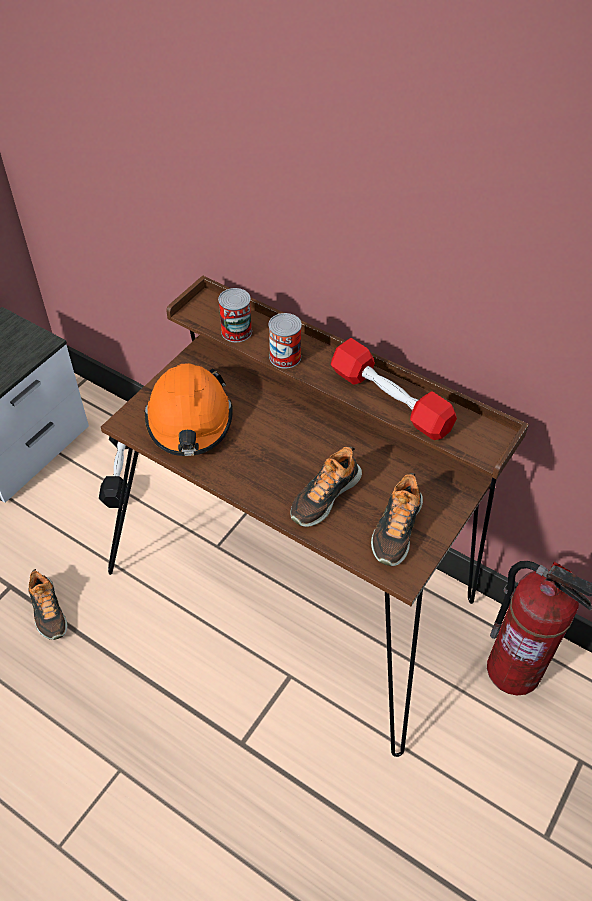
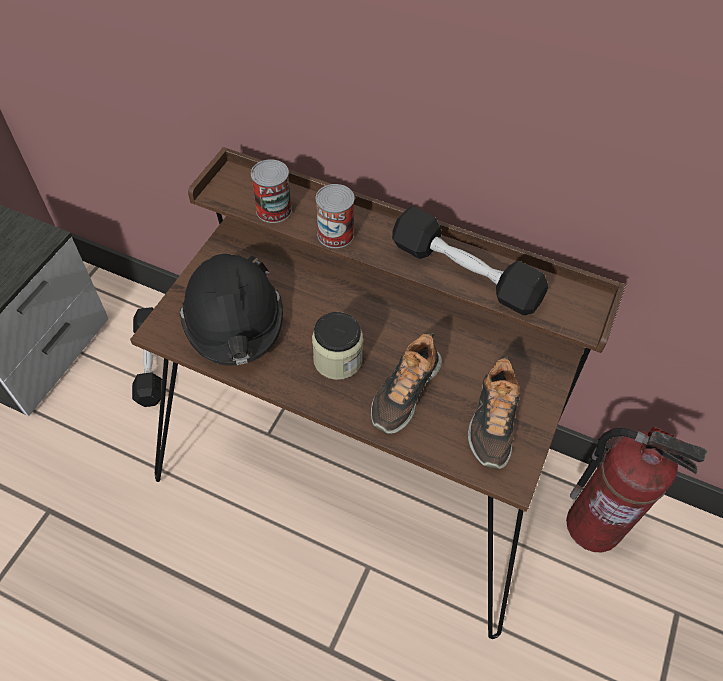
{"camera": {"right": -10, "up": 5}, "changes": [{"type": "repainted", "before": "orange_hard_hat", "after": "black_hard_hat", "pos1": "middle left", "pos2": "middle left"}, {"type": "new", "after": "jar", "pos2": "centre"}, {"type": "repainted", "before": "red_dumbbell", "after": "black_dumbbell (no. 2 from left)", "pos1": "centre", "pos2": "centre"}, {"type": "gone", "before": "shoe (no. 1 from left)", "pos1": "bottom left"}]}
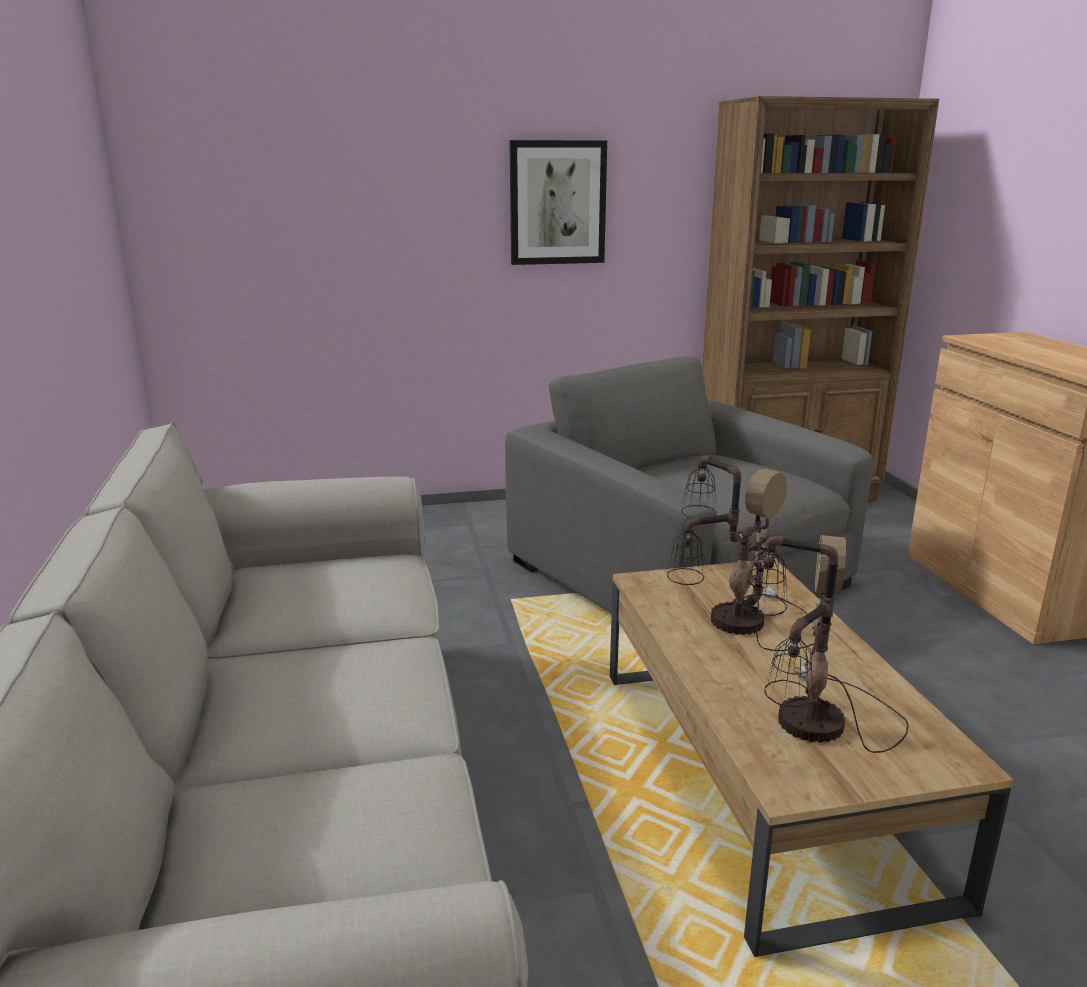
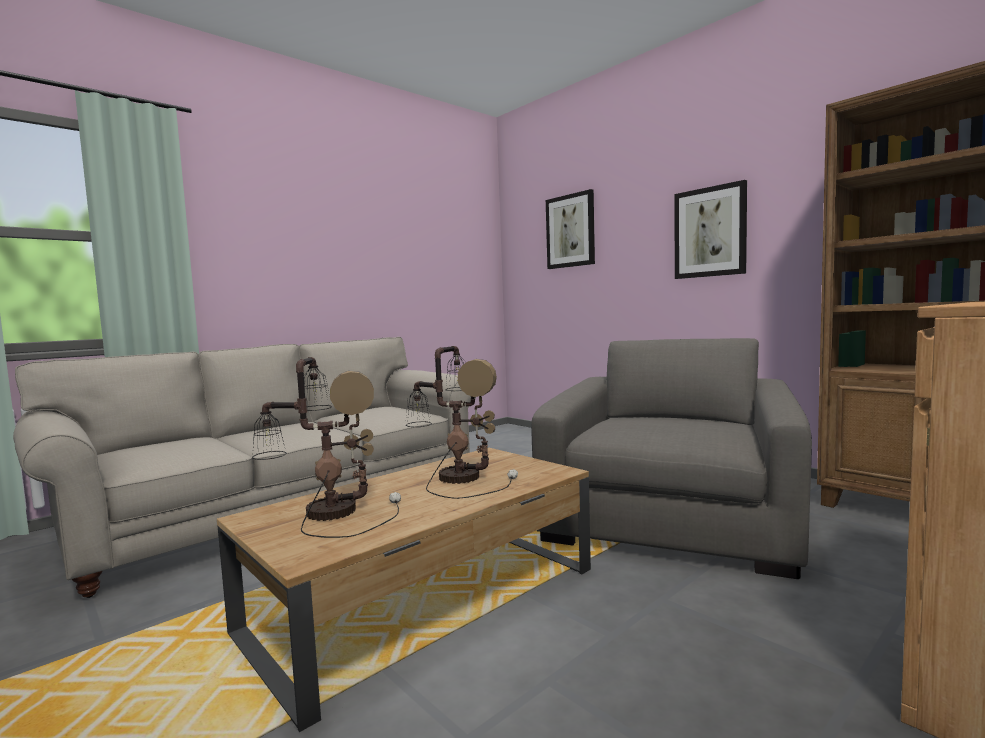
{"camera": {"right": 60, "up": -15}, "changes": [{"type": "new", "after": "picture (no. 1 from left)", "pos2": "top centre"}]}
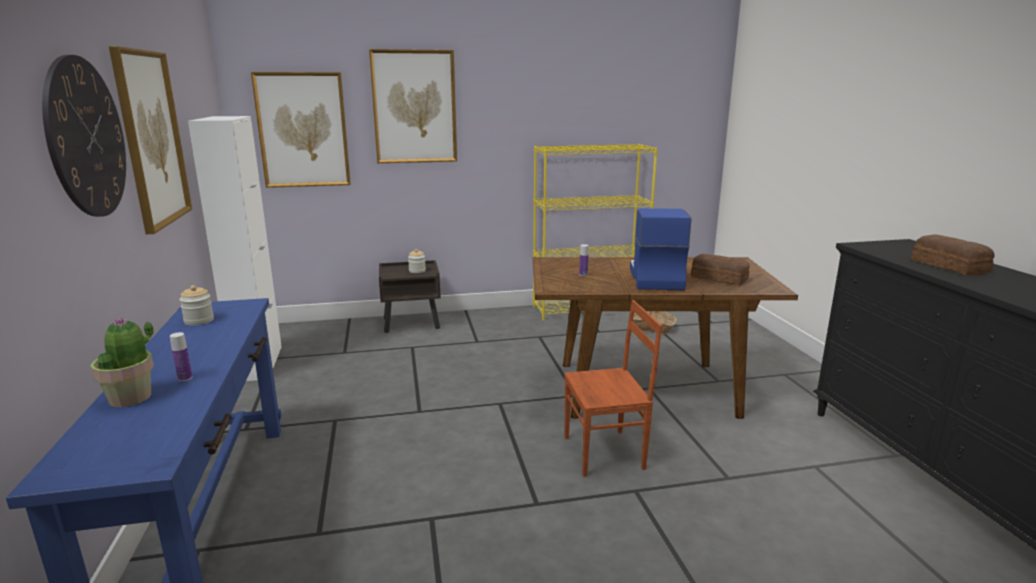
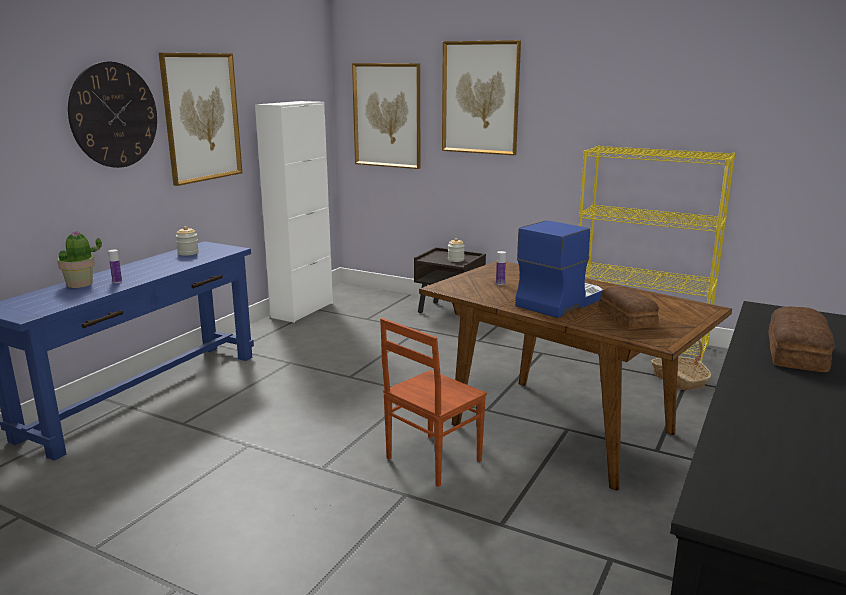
{"camera": {"right": 40, "up": 0}, "changes": [{"type": "rotated", "before": "brown_chair", "pos1": "centre", "pos2": "bottom centre", "turn": 105}]}
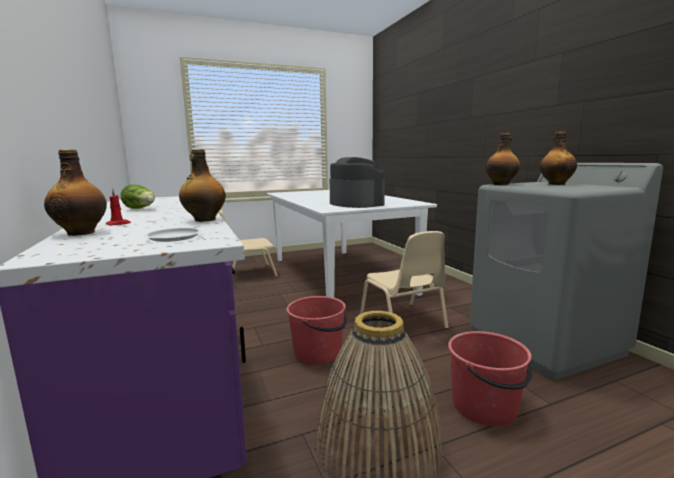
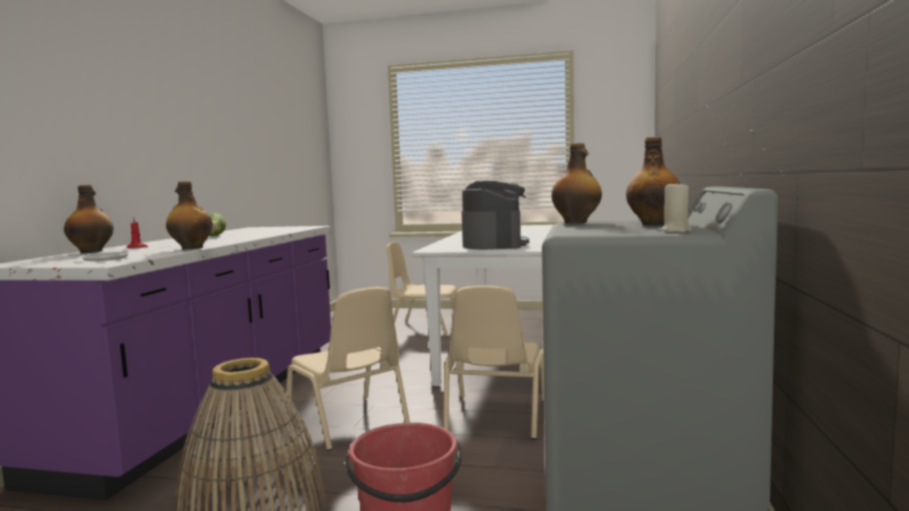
{"camera": {"right": 35, "up": -5}, "changes": [{"type": "swapped", "before": "red_bucket (no. 1 from left)", "after": "beige_chair (no. 1 from left)", "pos1": "bottom centre", "pos2": "bottom centre"}, {"type": "new", "after": "beige_candle", "pos2": "middle right"}]}
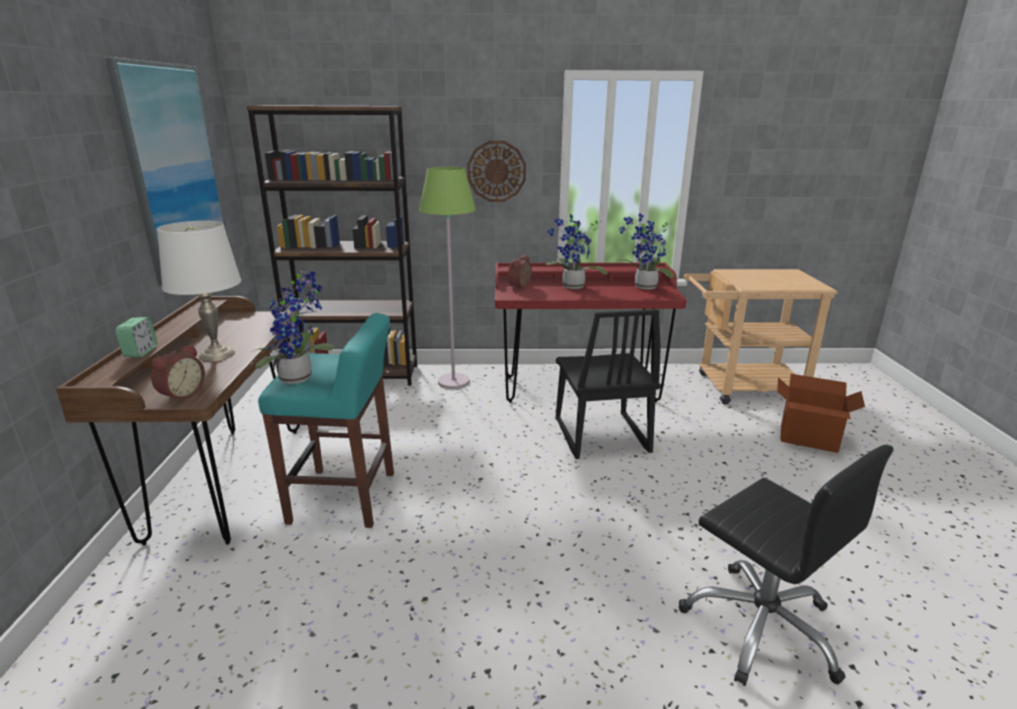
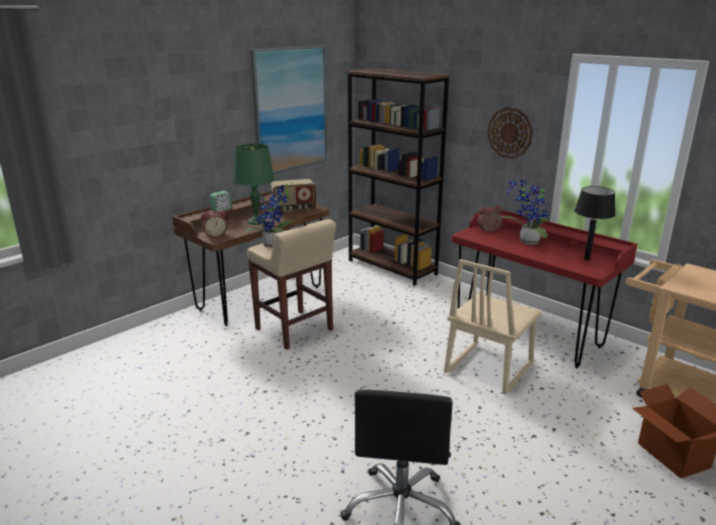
{"camera": {"right": 45, "up": 0}, "changes": [{"type": "repainted", "before": "white_table_lamp", "after": "green_table_lamp", "pos1": "middle left", "pos2": "centre"}, {"type": "repainted", "before": "turquoise_stool", "after": "beige_stool", "pos1": "middle left", "pos2": "centre"}, {"type": "new", "after": "radio", "pos2": "centre"}, {"type": "repainted", "before": "black_chair", "after": "beige_chair", "pos1": "centre", "pos2": "middle right"}, {"type": "swapped", "before": "potted_plant (no. 3 from left)", "after": "black_table_lamp", "pos1": "centre", "pos2": "middle right"}, {"type": "gone", "before": "green_floor_lamp", "pos1": "centre"}]}
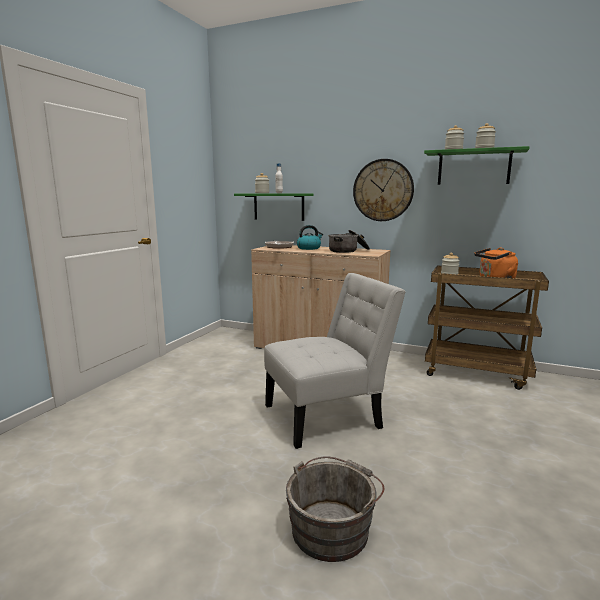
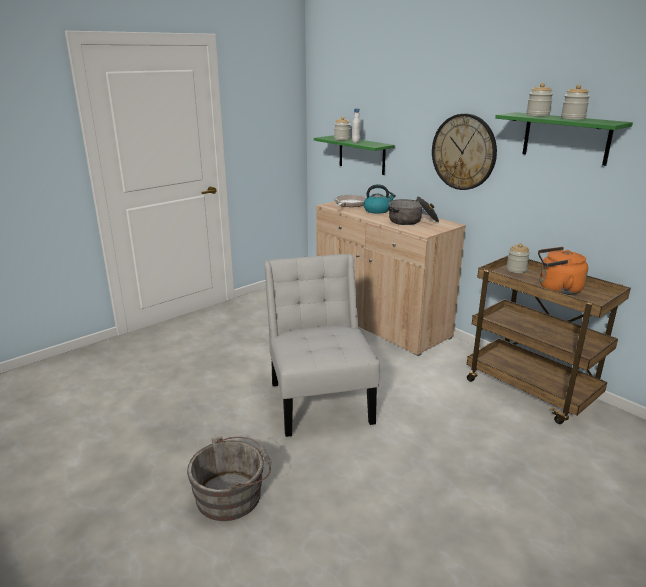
{"camera": {"right": 25, "up": 10}, "changes": [{"type": "rotated", "before": "white_chair", "pos1": "centre", "pos2": "centre", "turn": -105}]}
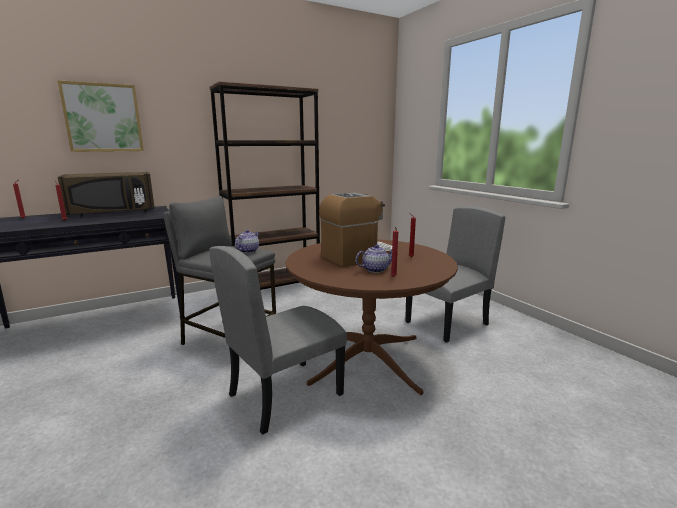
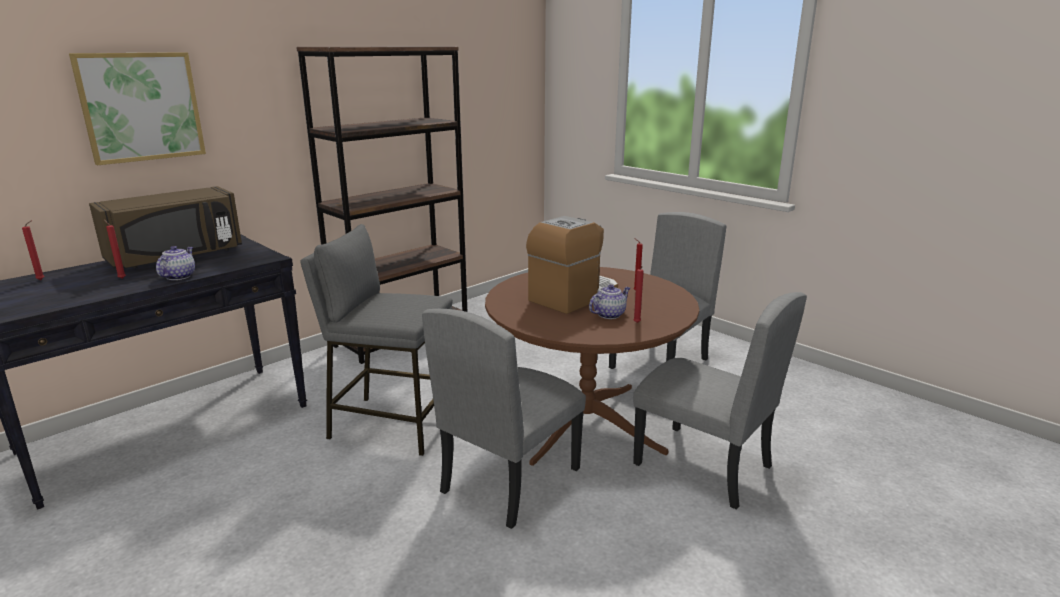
{"camera": {"right": -15, "up": 5}, "changes": [{"type": "shifted", "before": "teapot (no. 1 from left)", "pos1": "centre", "pos2": "middle left"}, {"type": "new", "after": "grey_chair (no. 3 from left)", "pos2": "bottom right"}]}
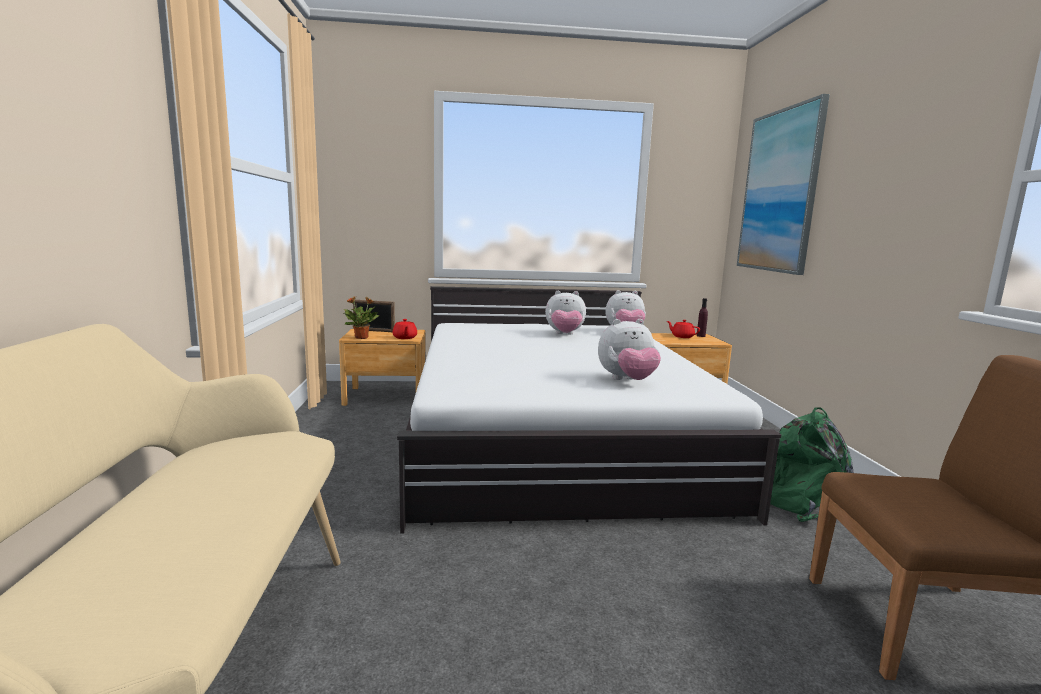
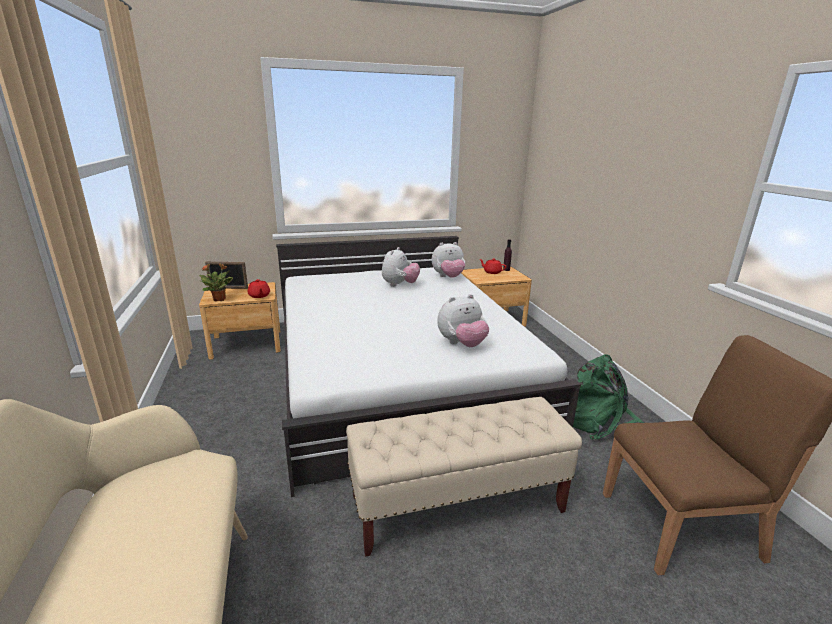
{"camera": {"right": -10, "up": 10}, "changes": [{"type": "new", "after": "beige_bench (no. 2 from left)", "pos2": "bottom centre"}, {"type": "rotated", "before": "plush_toy (no. 1 from left)", "pos1": "centre", "pos2": "centre", "turn": -60}, {"type": "gone", "before": "picture", "pos1": "top right"}]}
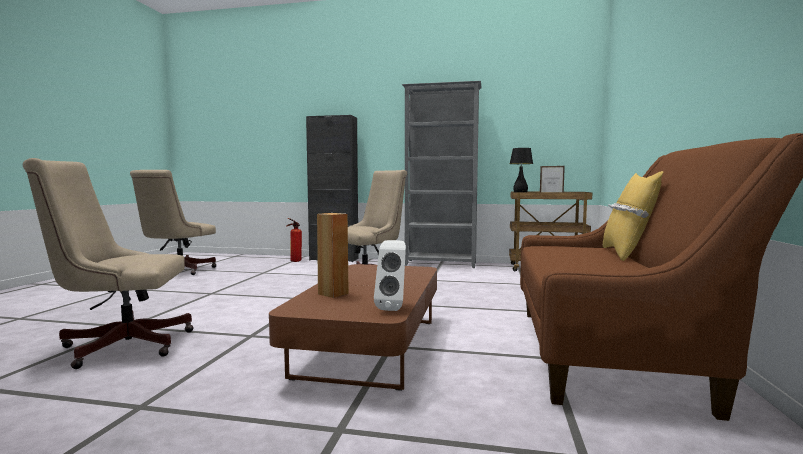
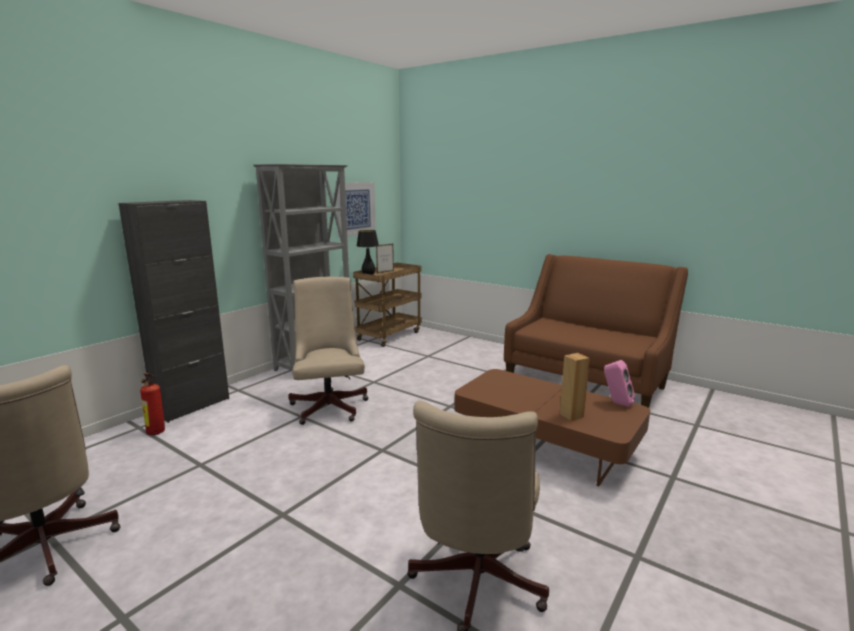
{"camera": {"right": -65, "up": 10}, "changes": [{"type": "new", "after": "picture", "pos2": "top centre"}, {"type": "repainted", "before": "white_speaker", "after": "pink_speaker", "pos1": "centre", "pos2": "middle right"}, {"type": "gone", "before": "yellow_pillow", "pos1": "middle right"}]}
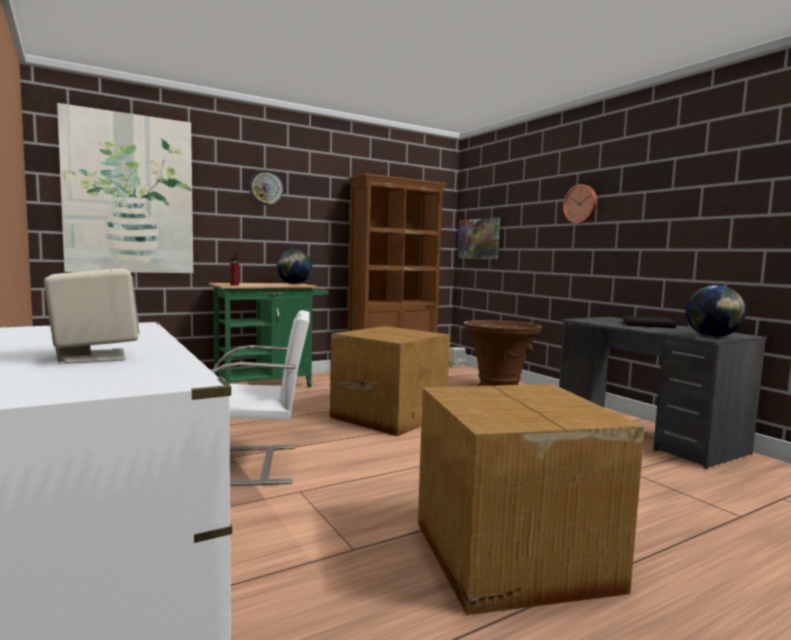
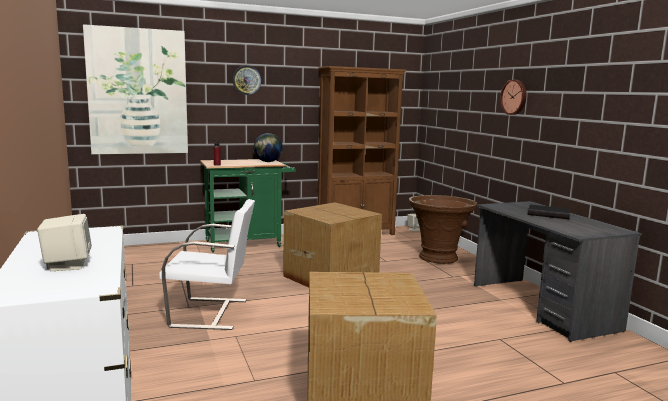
{"camera": {"right": 10, "up": 5}, "changes": [{"type": "gone", "before": "picture (no. 2 from left)", "pos1": "centre"}, {"type": "gone", "before": "globe (no. 2 from left)", "pos1": "middle right"}]}
